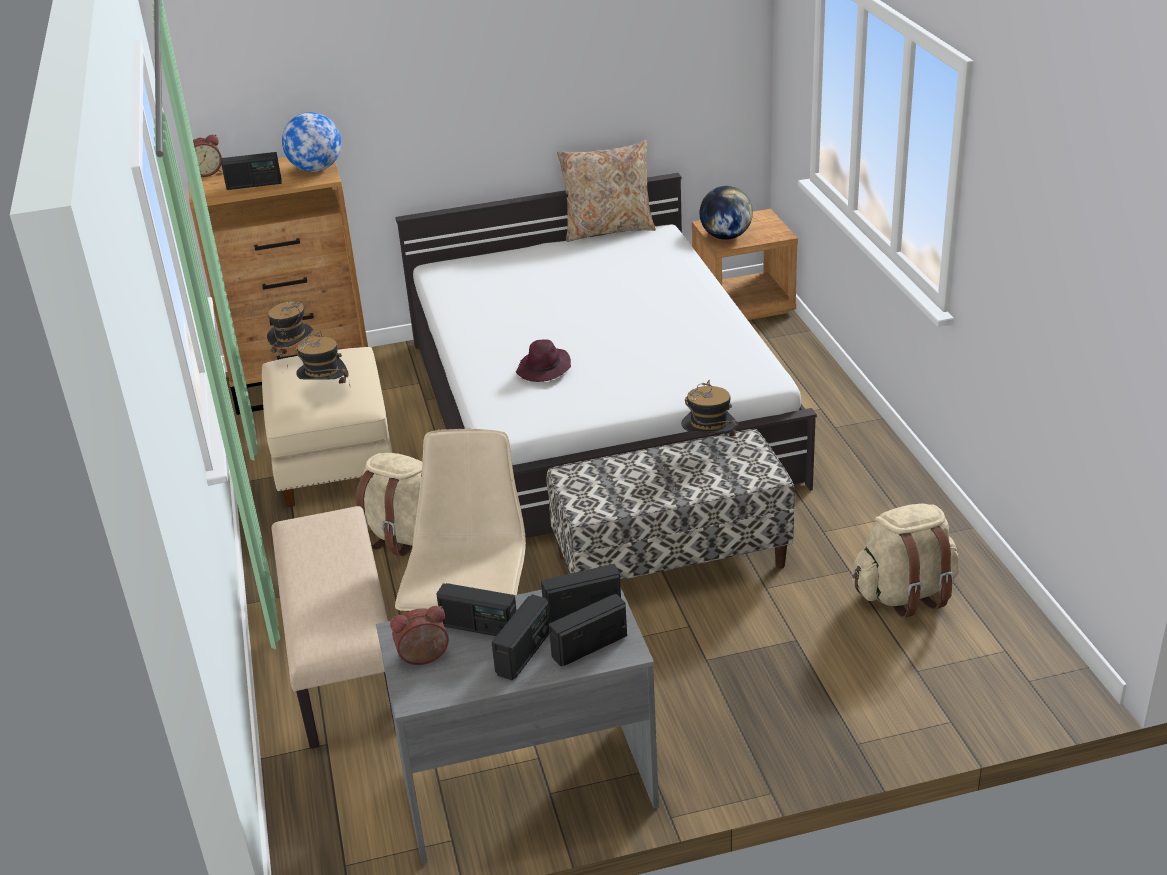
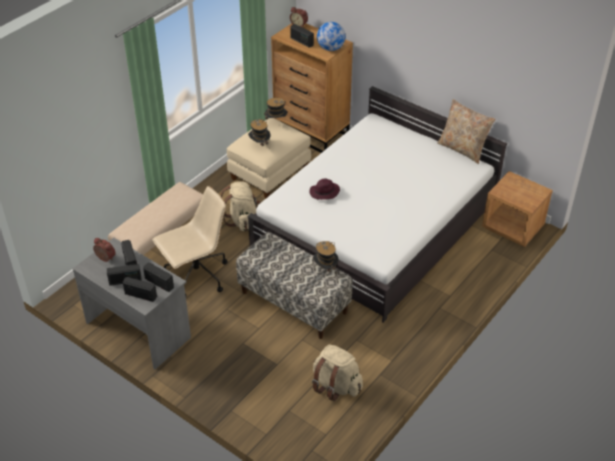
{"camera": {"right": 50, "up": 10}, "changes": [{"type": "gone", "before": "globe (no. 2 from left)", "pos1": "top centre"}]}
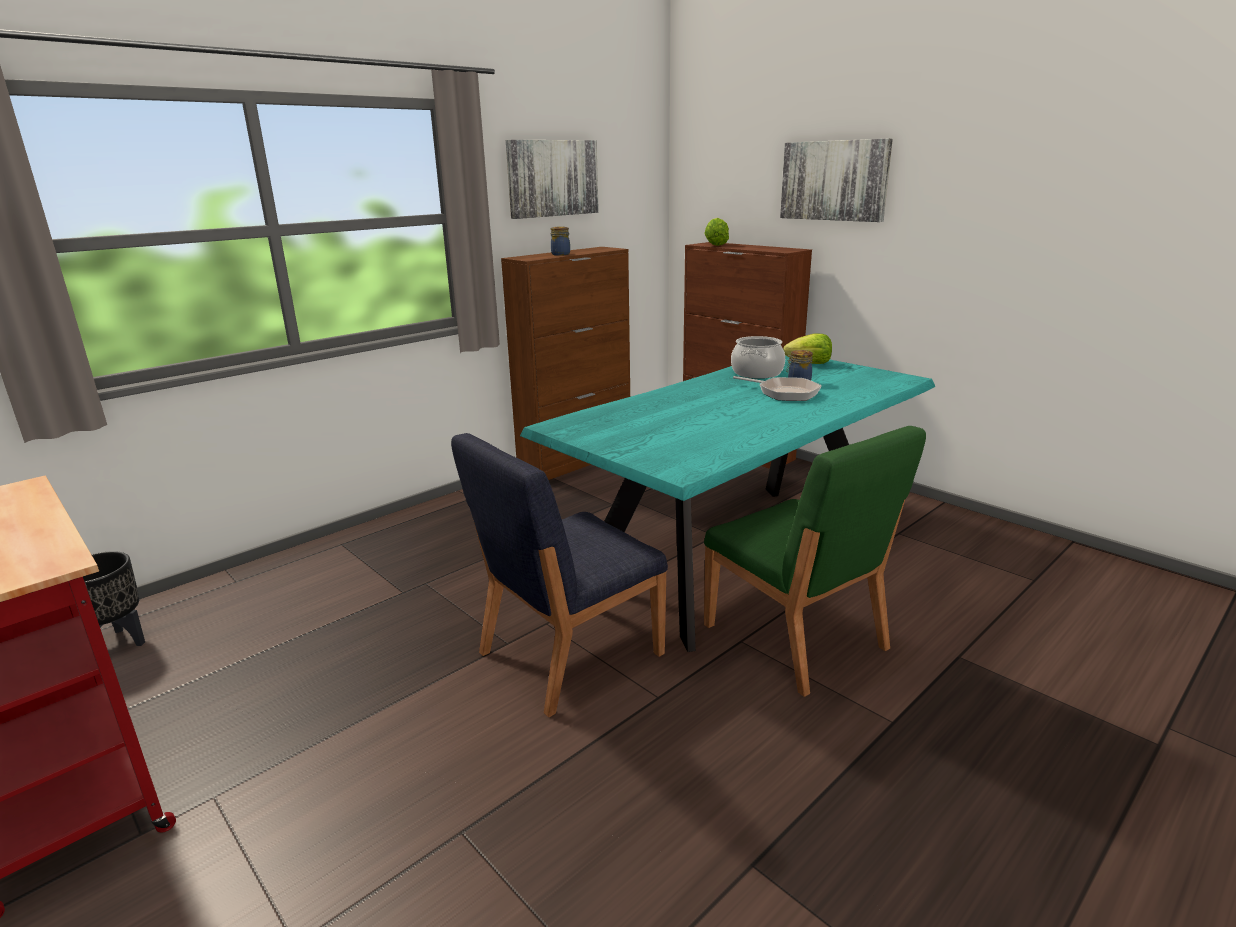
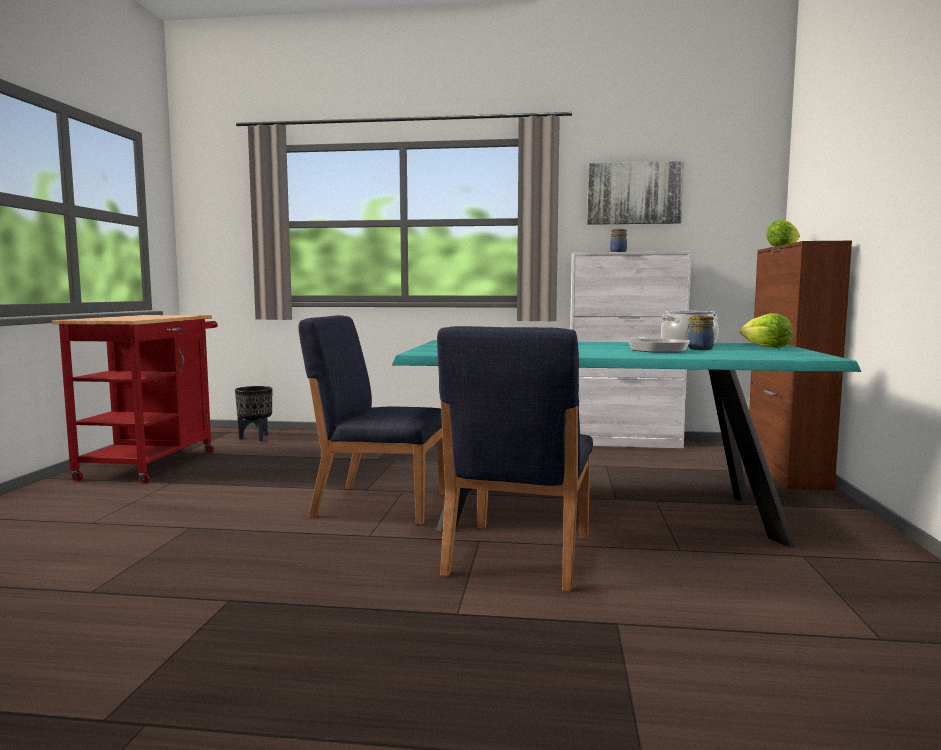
{"camera": {"right": 50, "up": -15}, "changes": [{"type": "repainted", "before": "green_chair", "after": "blue_chair (no. 2 from left)", "pos1": "centre", "pos2": "centre"}, {"type": "repainted", "before": "brown_cabinet (no. 1 from left)", "after": "white_cabinet", "pos1": "centre", "pos2": "middle right"}, {"type": "gone", "before": "picture (no. 2 from left)", "pos1": "top right"}]}
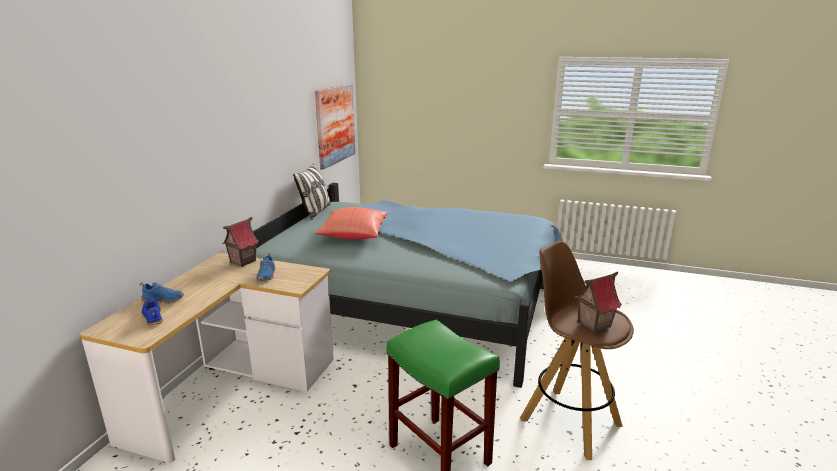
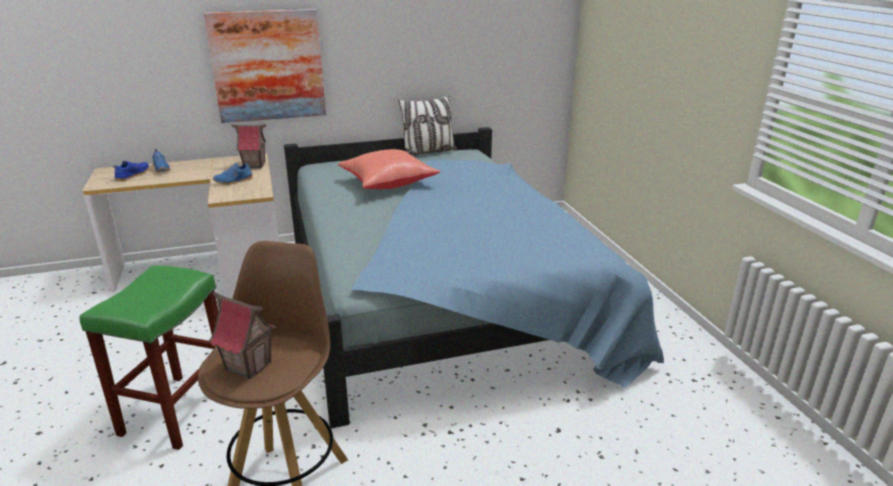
{"camera": {"right": 55, "up": 5}, "changes": [{"type": "shifted", "before": "picture", "pos1": "top centre", "pos2": "top left"}]}
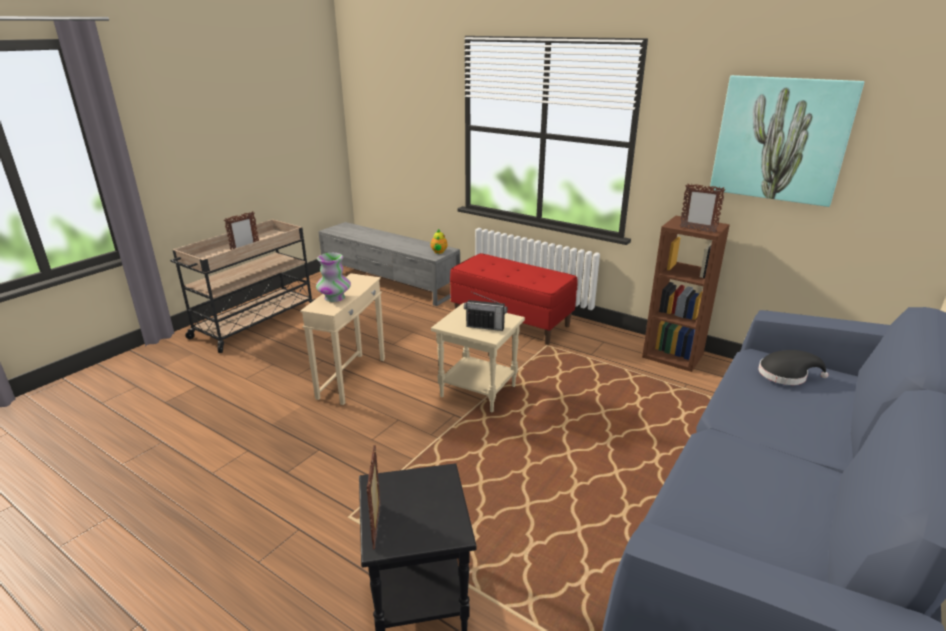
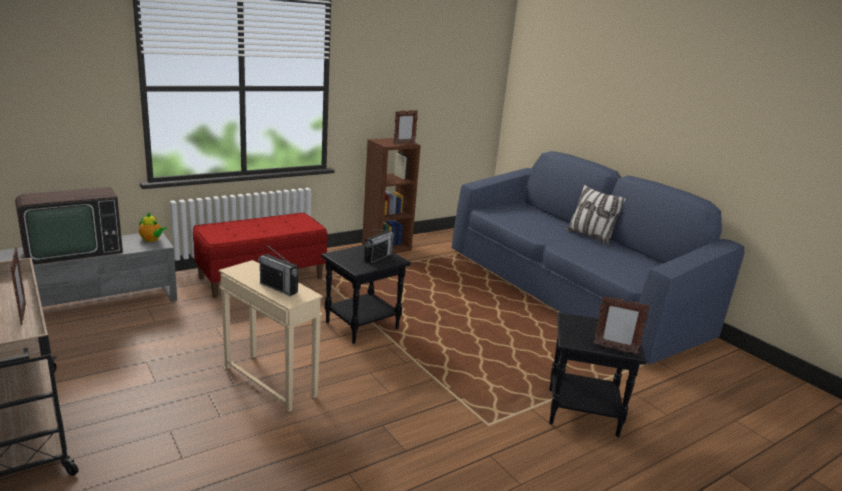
{"camera": {"right": -70, "up": -5}, "changes": [{"type": "new", "after": "television", "pos2": "middle left"}, {"type": "swapped", "before": "vase", "after": "radio (no. 1 from left)", "pos1": "centre", "pos2": "middle left"}, {"type": "repainted", "before": "beige_side_table (no. 2 from left)", "after": "black_side_table (no. 1 from left)", "pos1": "centre", "pos2": "centre"}, {"type": "new", "after": "pillow", "pos2": "middle right"}, {"type": "gone", "before": "picture", "pos1": "top right"}, {"type": "gone", "before": "black_hat", "pos1": "middle right"}]}
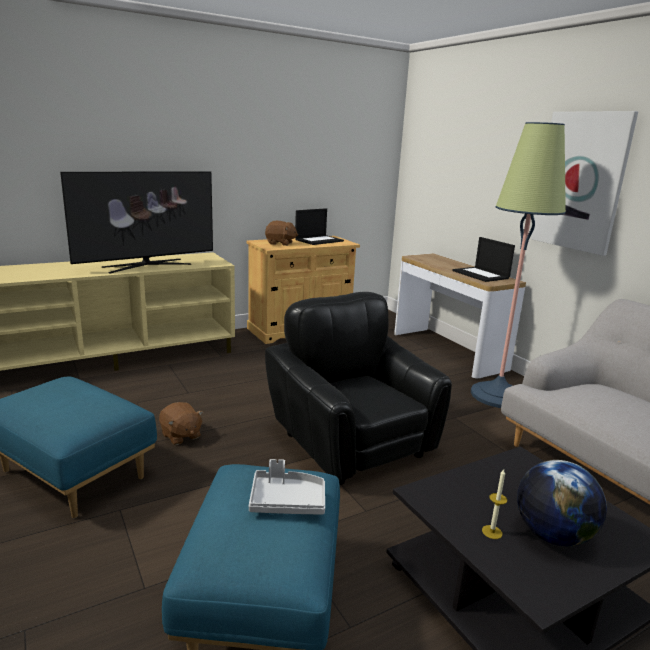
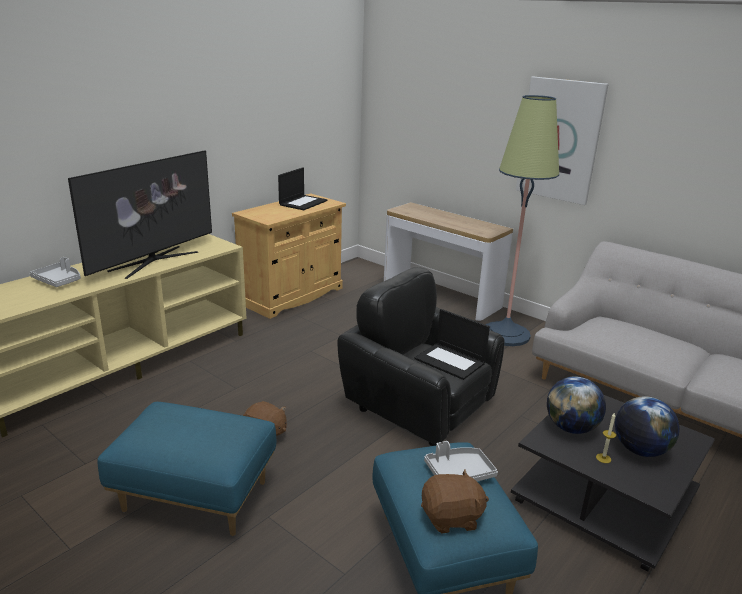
{"camera": {"right": -20, "up": 5}, "changes": [{"type": "new", "after": "grey_tray (no. 1 from left)", "pos2": "middle left"}, {"type": "shifted", "before": "laptop (no. 2 from left)", "pos1": "middle right", "pos2": "centre"}, {"type": "shifted", "before": "brown_plush_toy (no. 2 from left)", "pos1": "centre", "pos2": "bottom centre"}, {"type": "new", "after": "globe (no. 1 from left)", "pos2": "bottom right"}]}
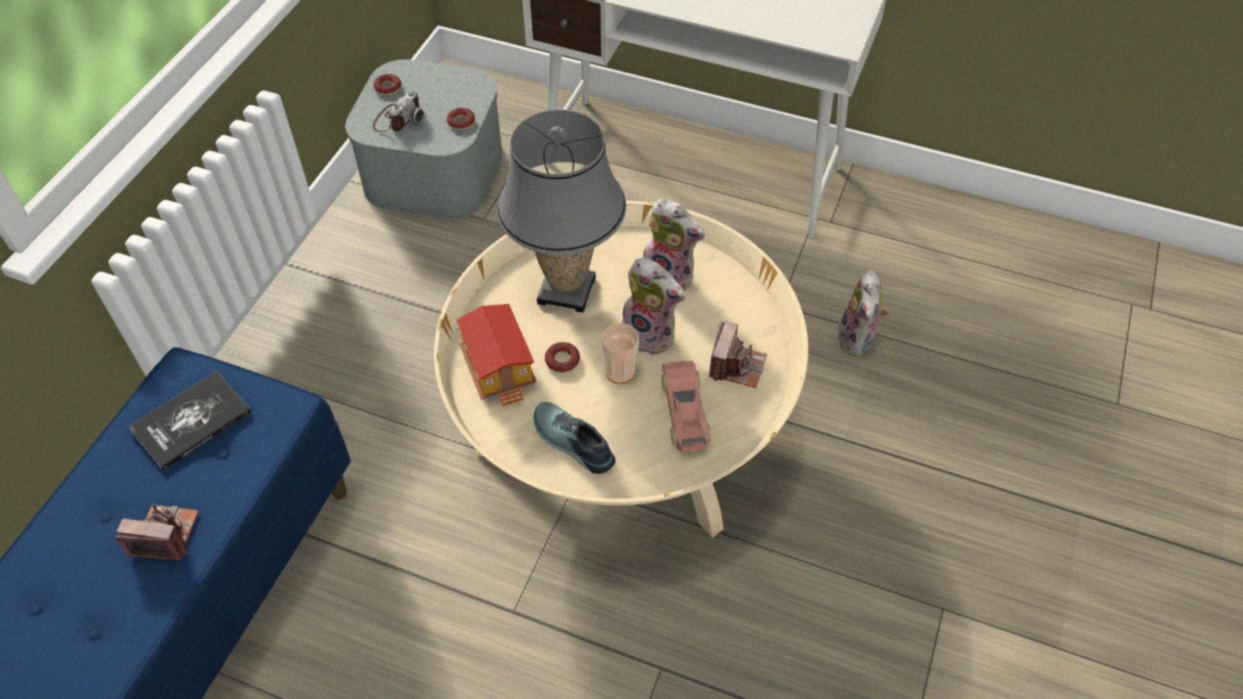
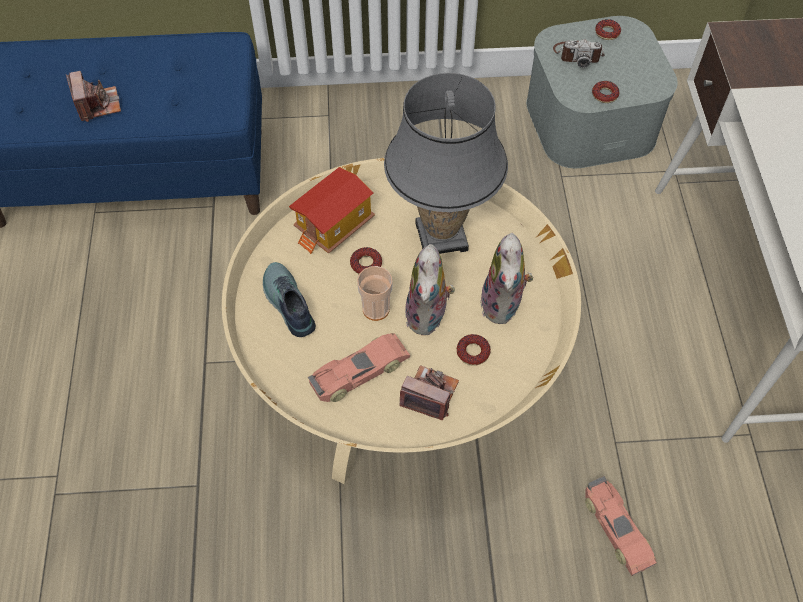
{"camera": {"right": 65, "up": 5}, "changes": [{"type": "rotated", "before": "shoe", "pos1": "centre", "pos2": "centre", "turn": -45}, {"type": "rotated", "before": "photo_camera (no. 3 from left in the first image)", "pos1": "centre", "pos2": "centre", "turn": -150}, {"type": "new", "after": "donut (no. 2 from left)", "pos2": "centre"}, {"type": "swapped", "before": "plush_toy (no. 3 from left)", "after": "toy_car (no. 2 from left)", "pos1": "middle right", "pos2": "bottom right"}, {"type": "gone", "before": "book", "pos1": "middle left"}]}
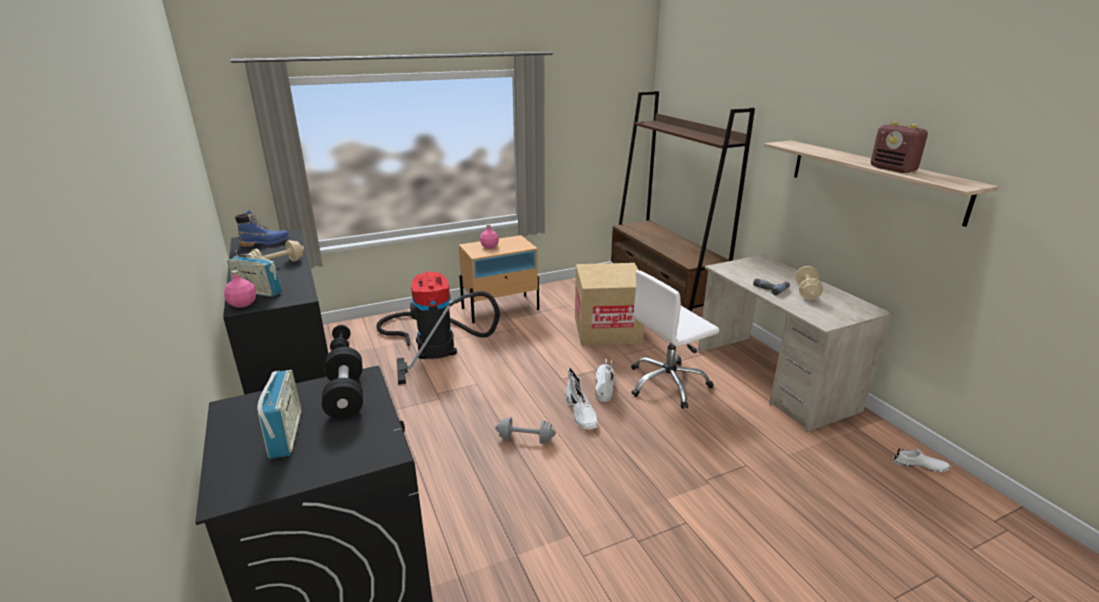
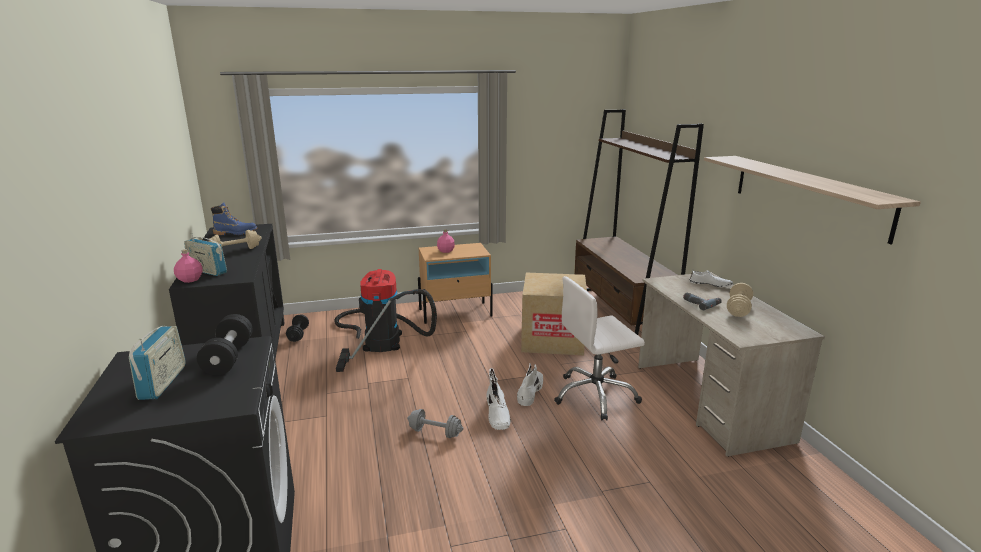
{"camera": {"right": 10, "up": -5}, "changes": [{"type": "shifted", "before": "white_shoe", "pos1": "bottom right", "pos2": "middle right"}, {"type": "gone", "before": "radio (no. 3 from left)", "pos1": "top right"}]}
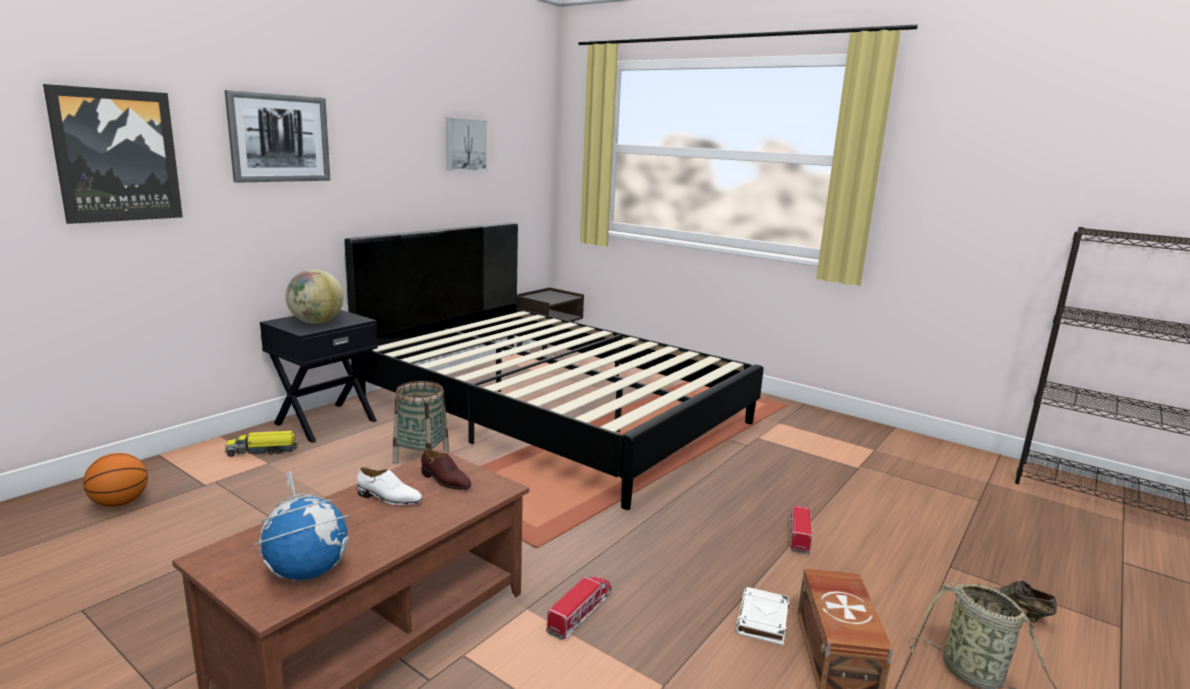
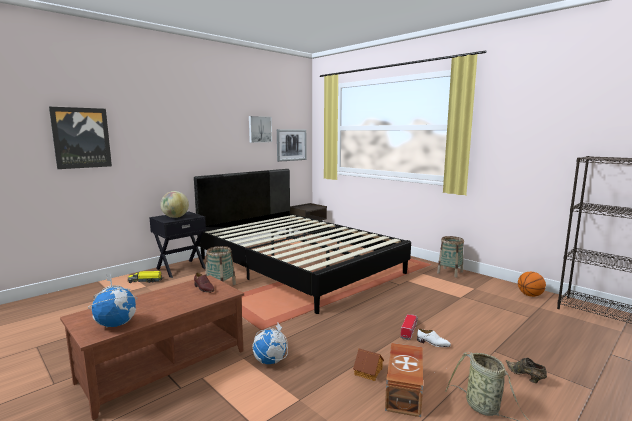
{"camera": {"right": 10, "up": -5}, "changes": [{"type": "swapped", "before": "toy_truck (no. 2 from left)", "after": "globe (no. 3 from left)", "pos1": "bottom centre", "pos2": "bottom centre"}, {"type": "shifted", "before": "picture (no. 2 from left in the first image)", "after": "picture (no. 3 from left)", "pos1": "top left", "pos2": "centre"}, {"type": "swapped", "before": "white_book", "after": "toy_house", "pos1": "bottom centre", "pos2": "bottom centre"}, {"type": "shifted", "before": "white_shoe", "pos1": "bottom left", "pos2": "bottom right"}, {"type": "new", "after": "basket (no. 2 from left)", "pos2": "middle right"}, {"type": "shifted", "before": "basketball", "pos1": "bottom left", "pos2": "bottom right"}]}
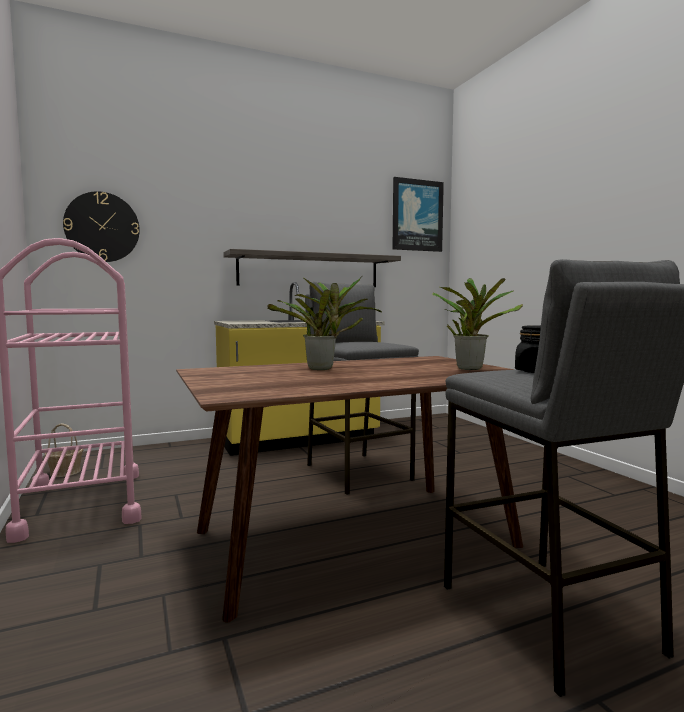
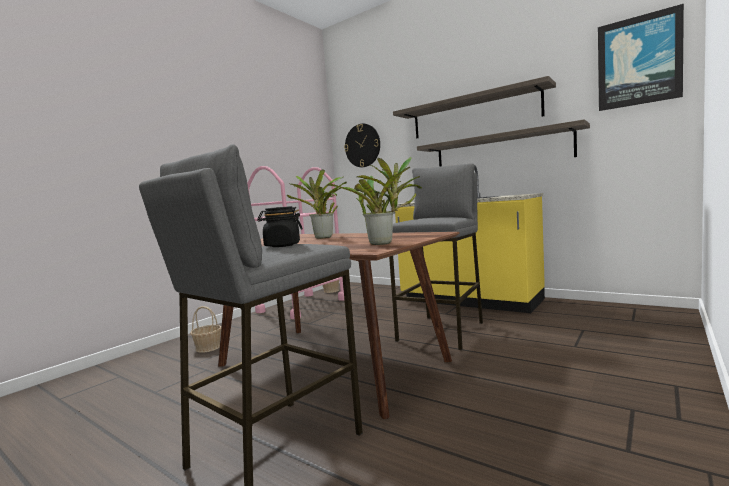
{"camera": {"right": 60, "up": 0}, "changes": [{"type": "new", "after": "basket (no. 1 from left)", "pos2": "bottom left"}, {"type": "new", "after": "shelf (no. 1 from left)", "pos2": "top centre"}]}
